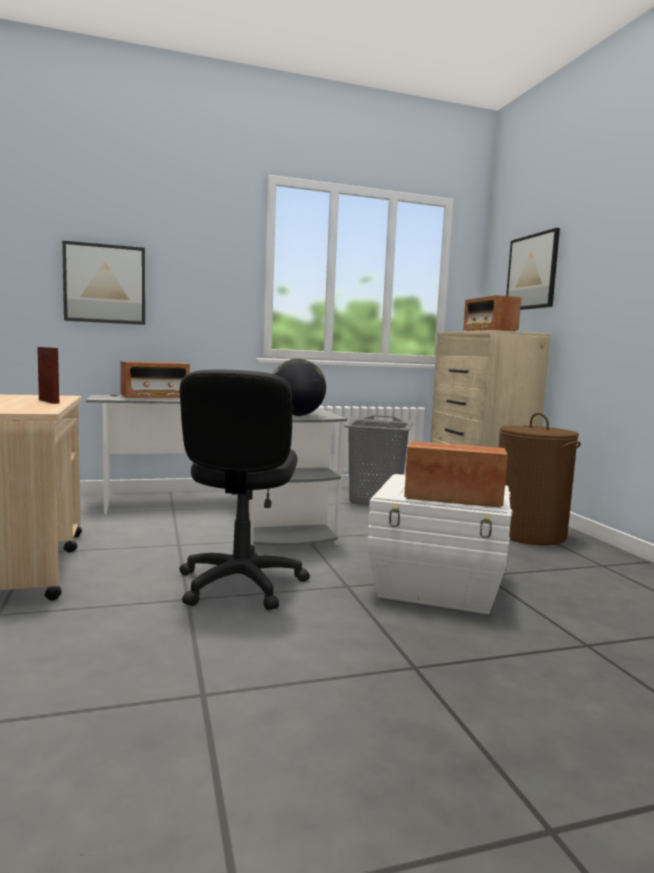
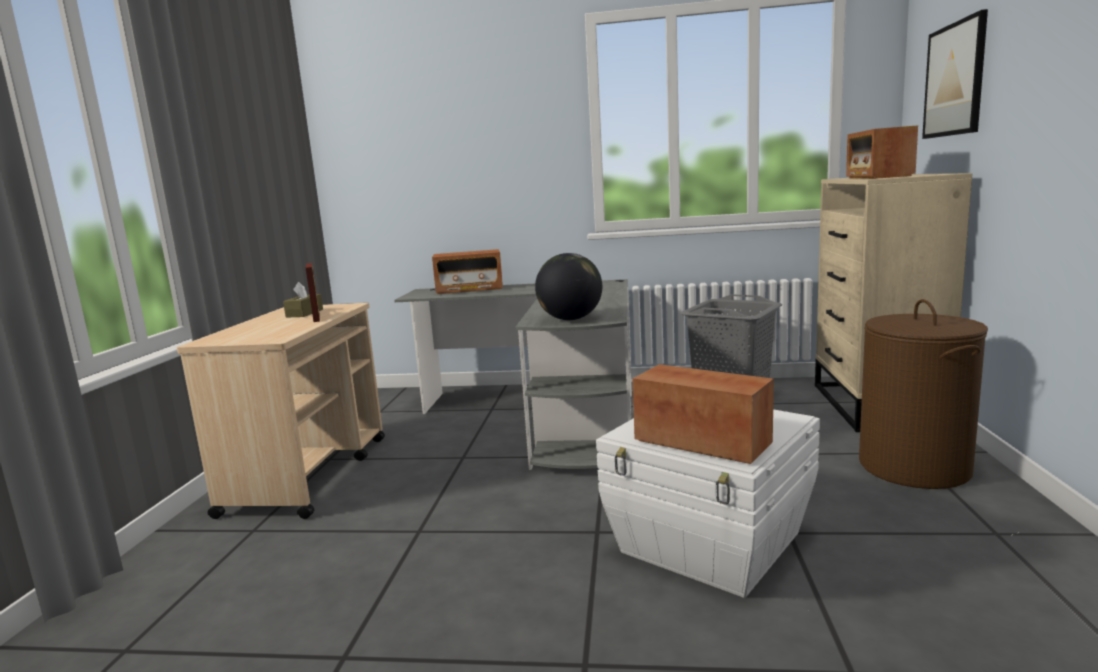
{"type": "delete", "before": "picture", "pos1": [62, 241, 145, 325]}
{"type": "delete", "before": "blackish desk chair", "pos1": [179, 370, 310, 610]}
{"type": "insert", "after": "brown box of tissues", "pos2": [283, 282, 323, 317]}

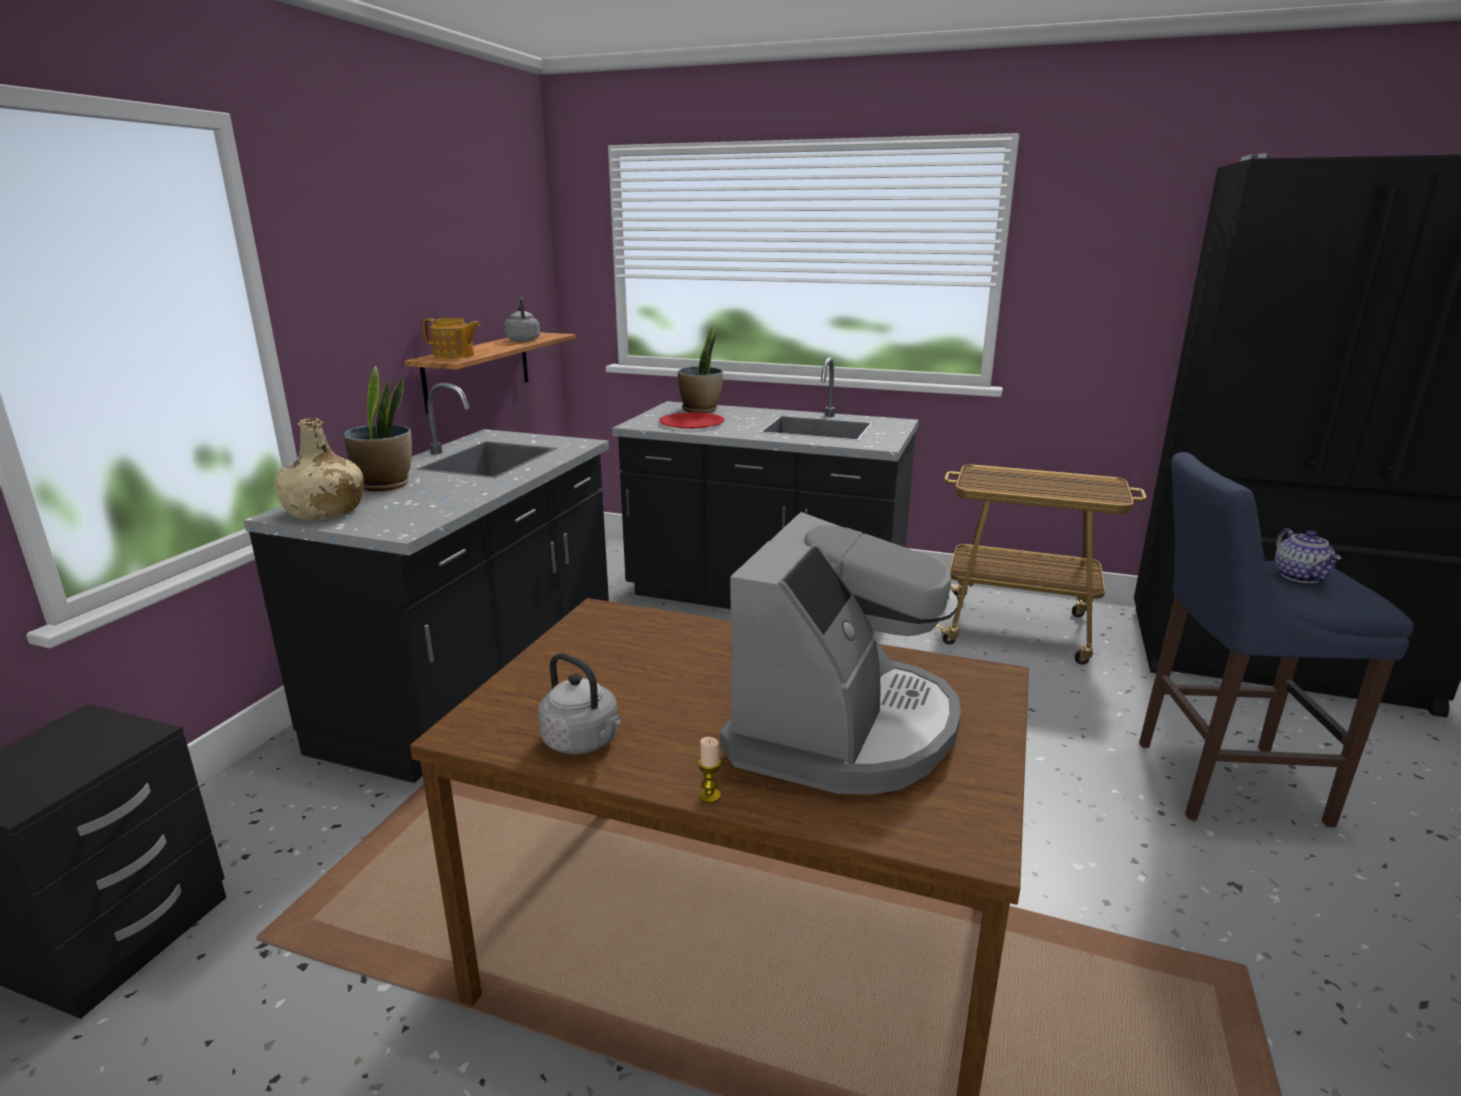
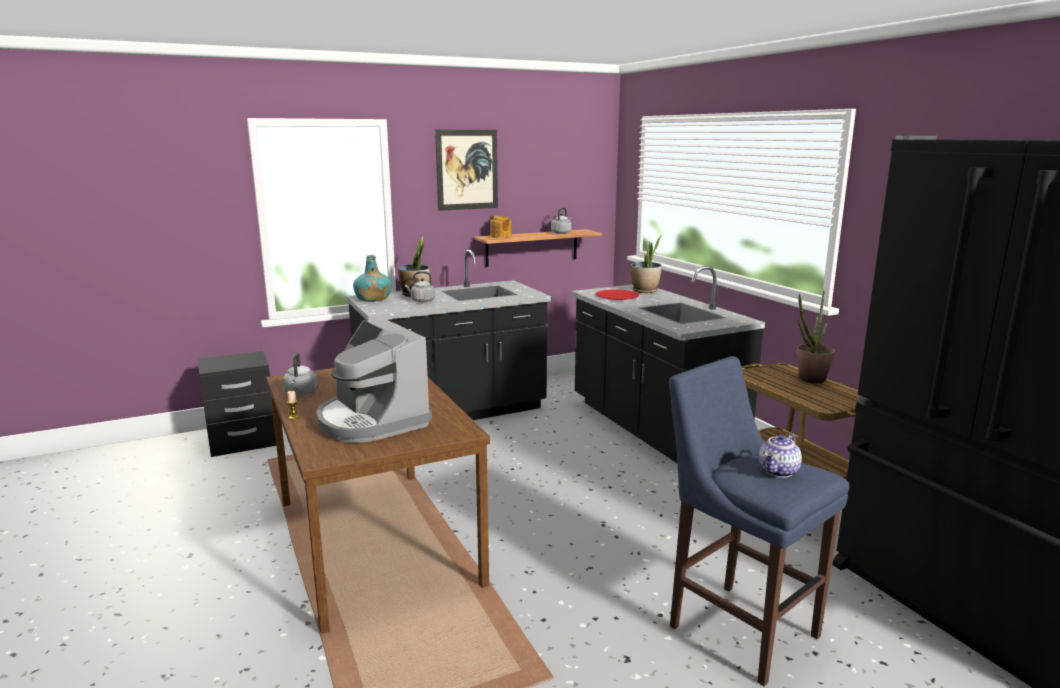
{"type": "recolor", "before": "beige bottle", "after": "turquoise bottle", "pos1": [274, 418, 364, 520], "pos2": [353, 255, 391, 302]}
{"type": "rotate", "before": "coffee machine", "pos1": [720, 512, 961, 795], "pos2": [316, 319, 432, 443], "turn": 75}
{"type": "insert", "after": "gray kettle", "pos2": [405, 271, 435, 302]}
{"type": "insert", "after": "picture", "pos2": [435, 130, 498, 211]}
{"type": "insert", "after": "potted plant", "pos2": [796, 287, 835, 383]}

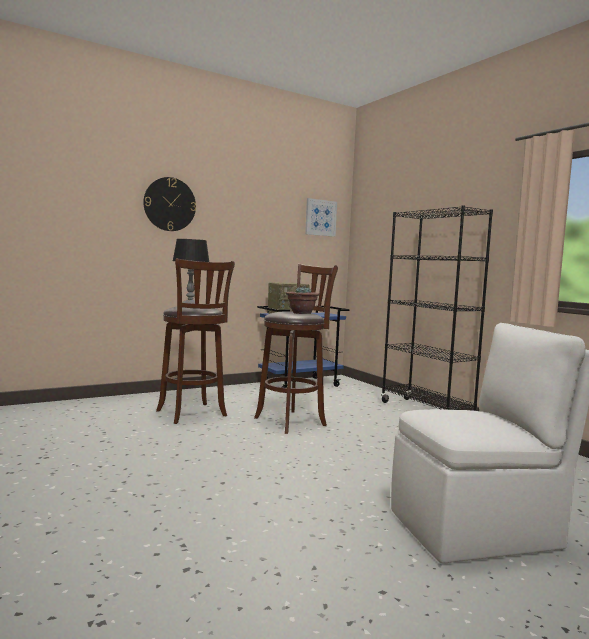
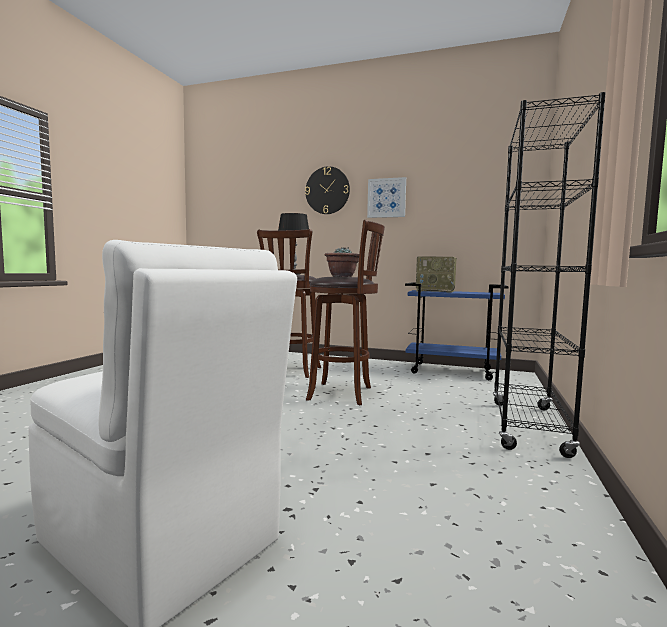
{"type": "move", "before": "picture", "pos1": [305, 198, 337, 237], "pos2": [367, 177, 406, 218]}

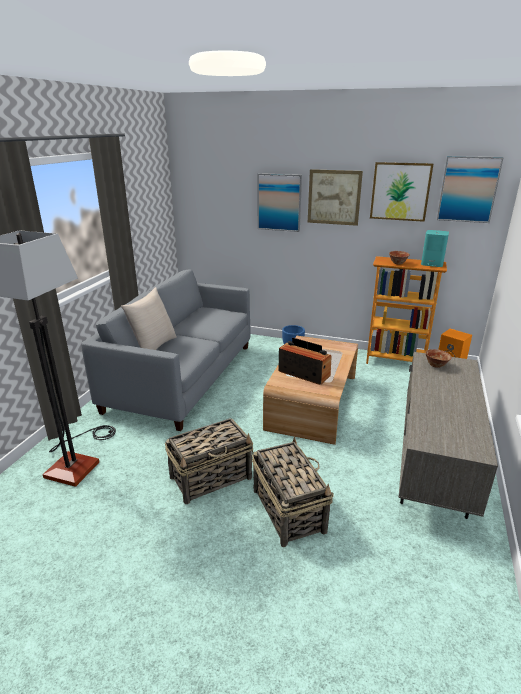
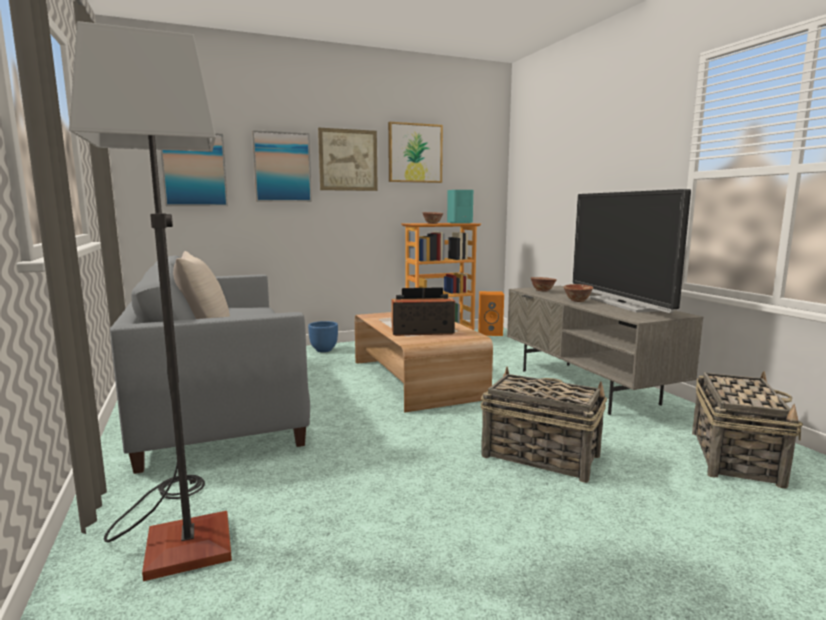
{"type": "move", "before": "household basket", "pos1": [165, 418, 253, 504], "pos2": [692, 371, 803, 489]}
{"type": "move", "before": "picture", "pos1": [437, 156, 504, 223], "pos2": [161, 133, 228, 206]}
{"type": "insert", "after": "bowl", "pos2": [563, 284, 593, 302]}
{"type": "insert", "after": "TV set", "pos2": [573, 189, 691, 313]}

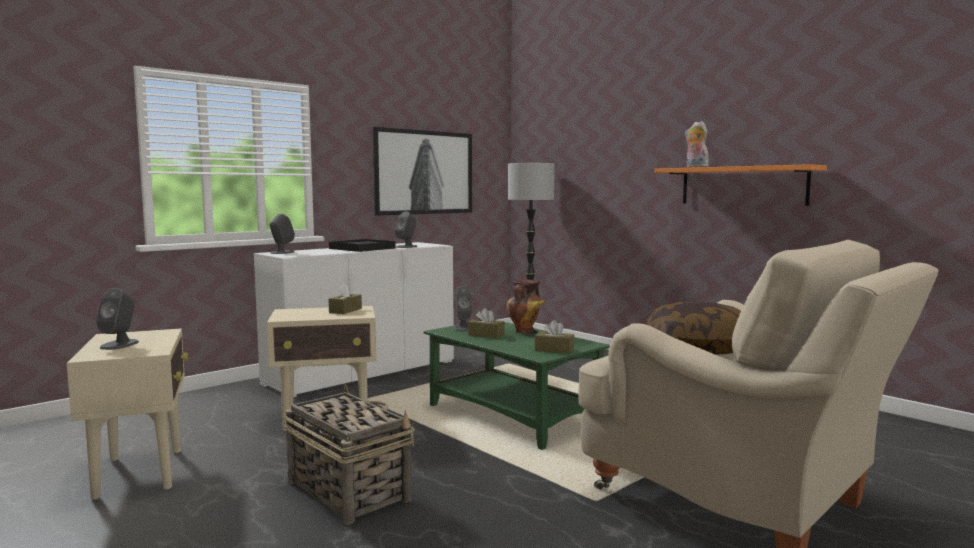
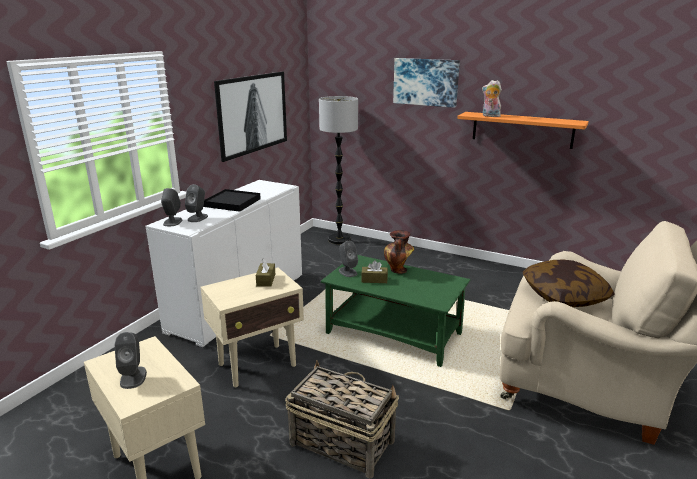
{"type": "move", "before": "gray loudspeaker", "pos1": [394, 211, 418, 248], "pos2": [185, 184, 208, 222]}
{"type": "delete", "before": "brown box of tissues", "pos1": [535, 320, 574, 354]}
{"type": "insert", "after": "picture", "pos2": [393, 58, 460, 108]}

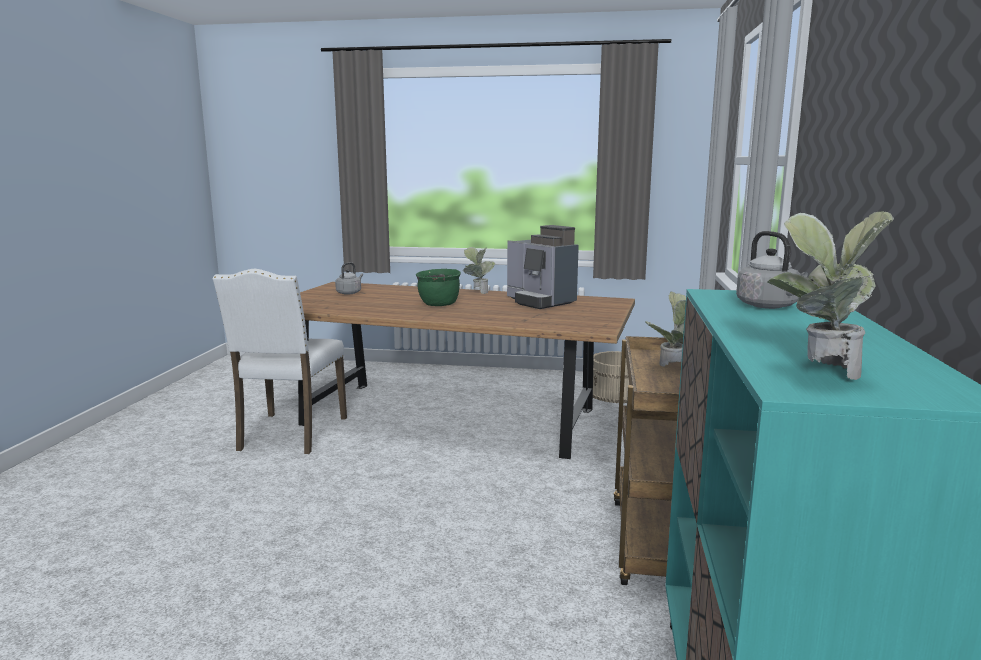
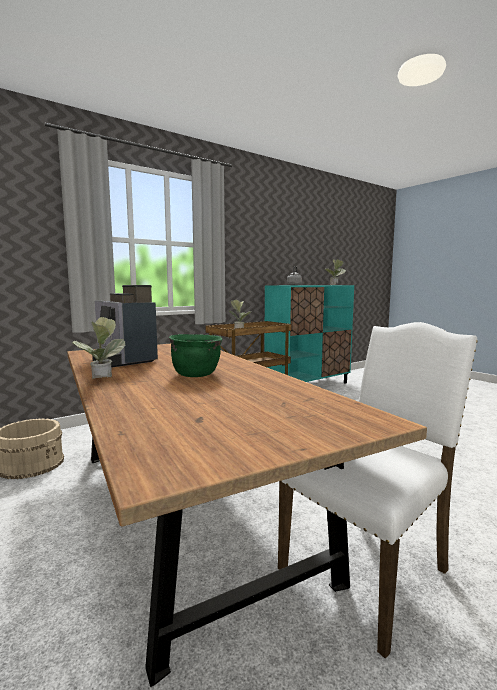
{"type": "delete", "before": "gray kettle", "pos1": [335, 262, 363, 295]}
{"type": "rotate", "before": "coffee machine", "pos1": [507, 225, 579, 309], "pos2": [92, 285, 158, 367], "turn": 135}

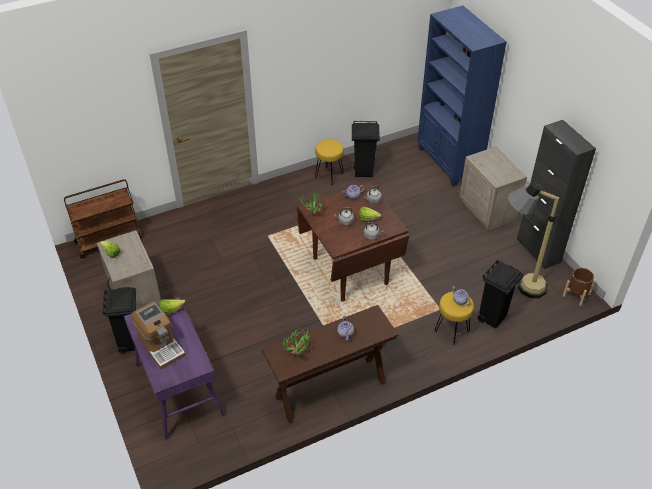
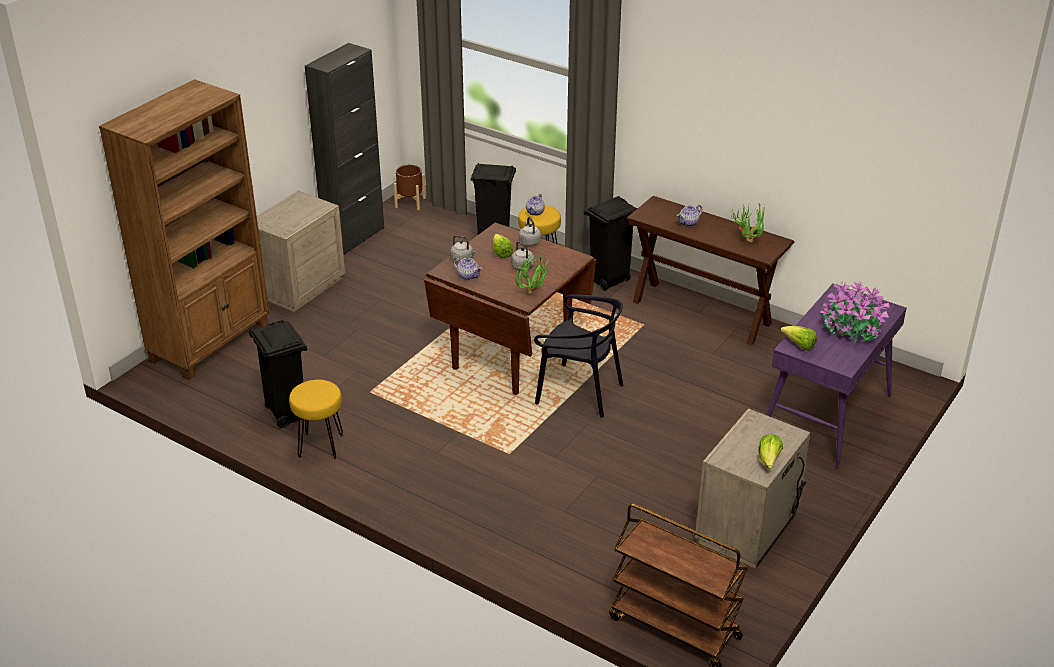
{"type": "move", "before": "blackish rubbish bin", "pos1": [102, 287, 136, 353], "pos2": [584, 196, 638, 291]}
{"type": "replace", "before": "coffee machine", "after": "potted plant", "pos1": [132, 301, 186, 369], "pos2": [821, 280, 890, 344]}
{"type": "recolor", "before": "blue bookcase", "after": "brown bookcase", "pos1": [417, 5, 507, 187], "pos2": [99, 79, 270, 380]}
{"type": "delete", "before": "standing lamp", "pos1": [508, 181, 559, 298]}
{"type": "insert", "after": "blackish plain chair", "pos2": [534, 294, 623, 418]}

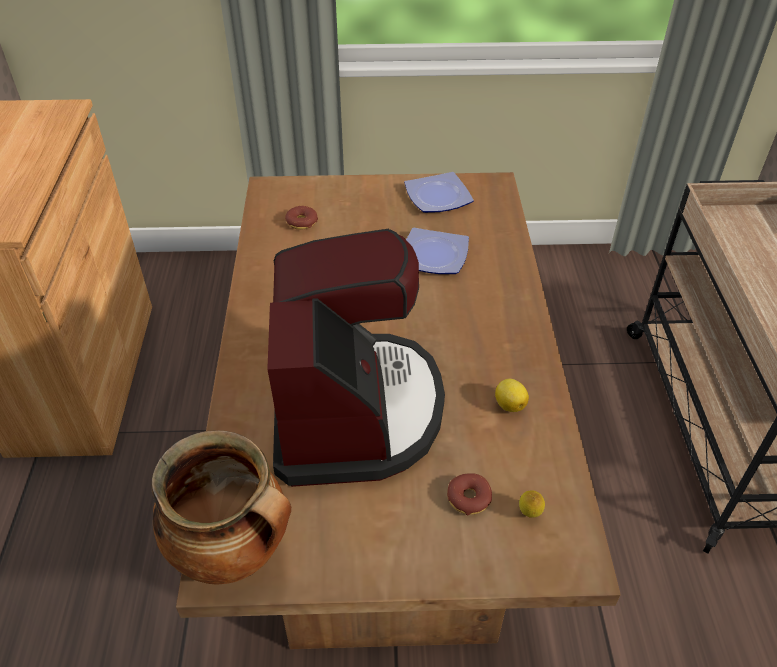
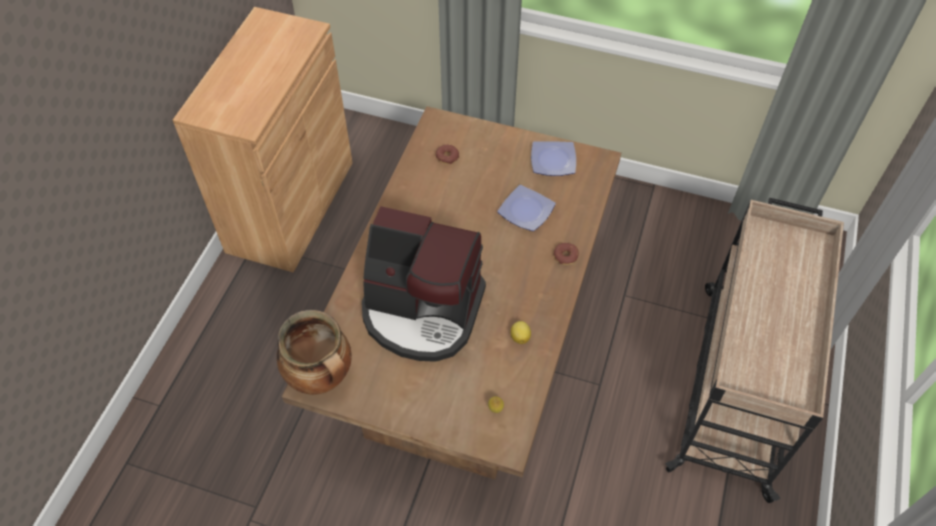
{"type": "rotate", "before": "coffee machine", "pos1": [267, 229, 445, 487], "pos2": [362, 206, 486, 362], "turn": 90}
{"type": "move", "before": "ring doughnut", "pos1": [447, 474, 492, 515], "pos2": [553, 243, 579, 265]}

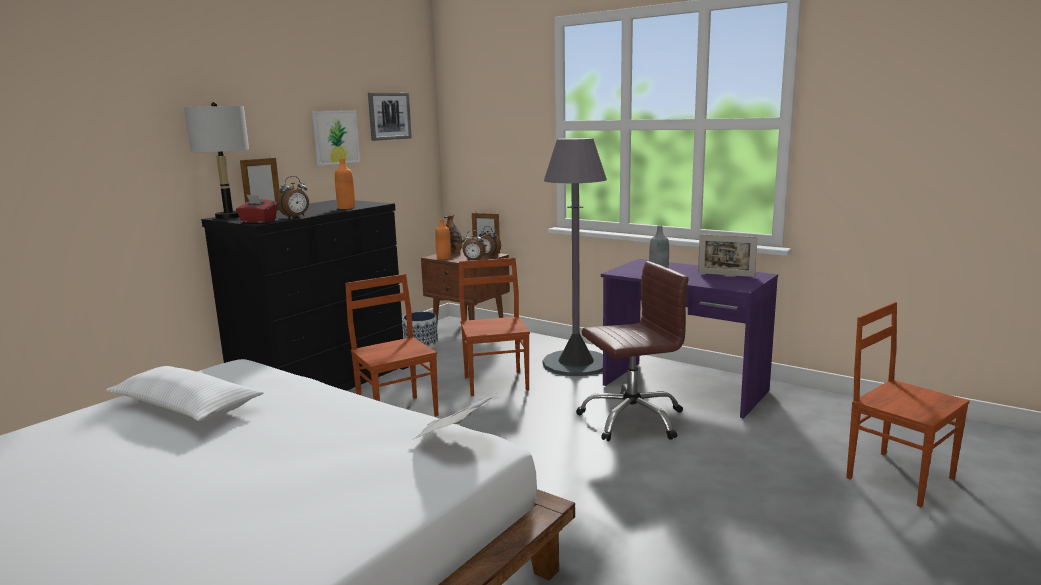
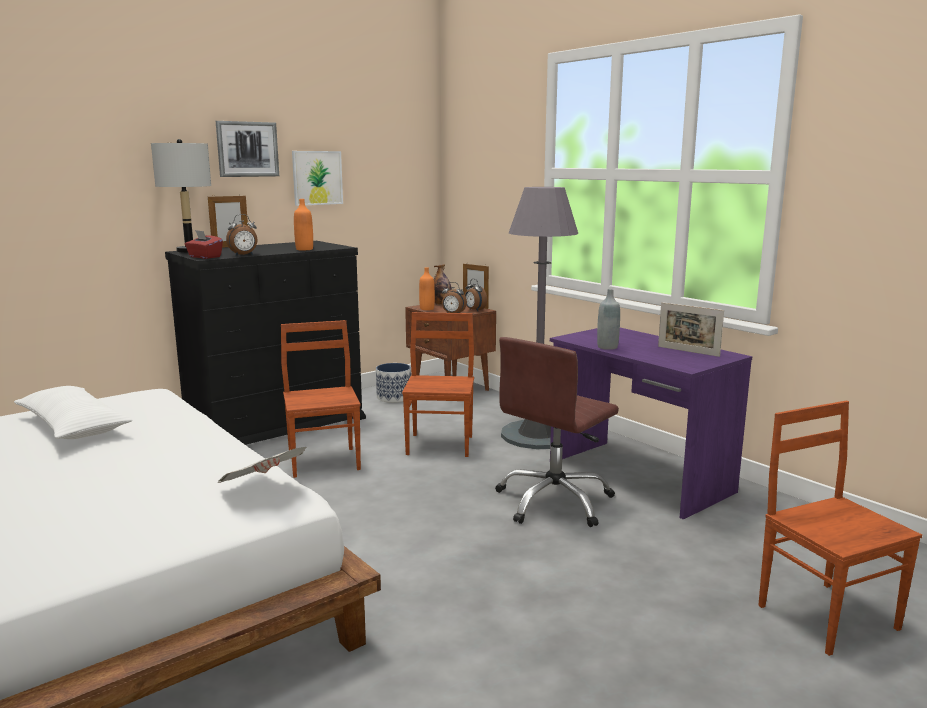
{"type": "move", "before": "picture", "pos1": [368, 93, 412, 141], "pos2": [216, 121, 279, 177]}
{"type": "rotate", "before": "brown desk chair", "pos1": [576, 261, 689, 441], "pos2": [495, 337, 619, 527], "turn": 135}

